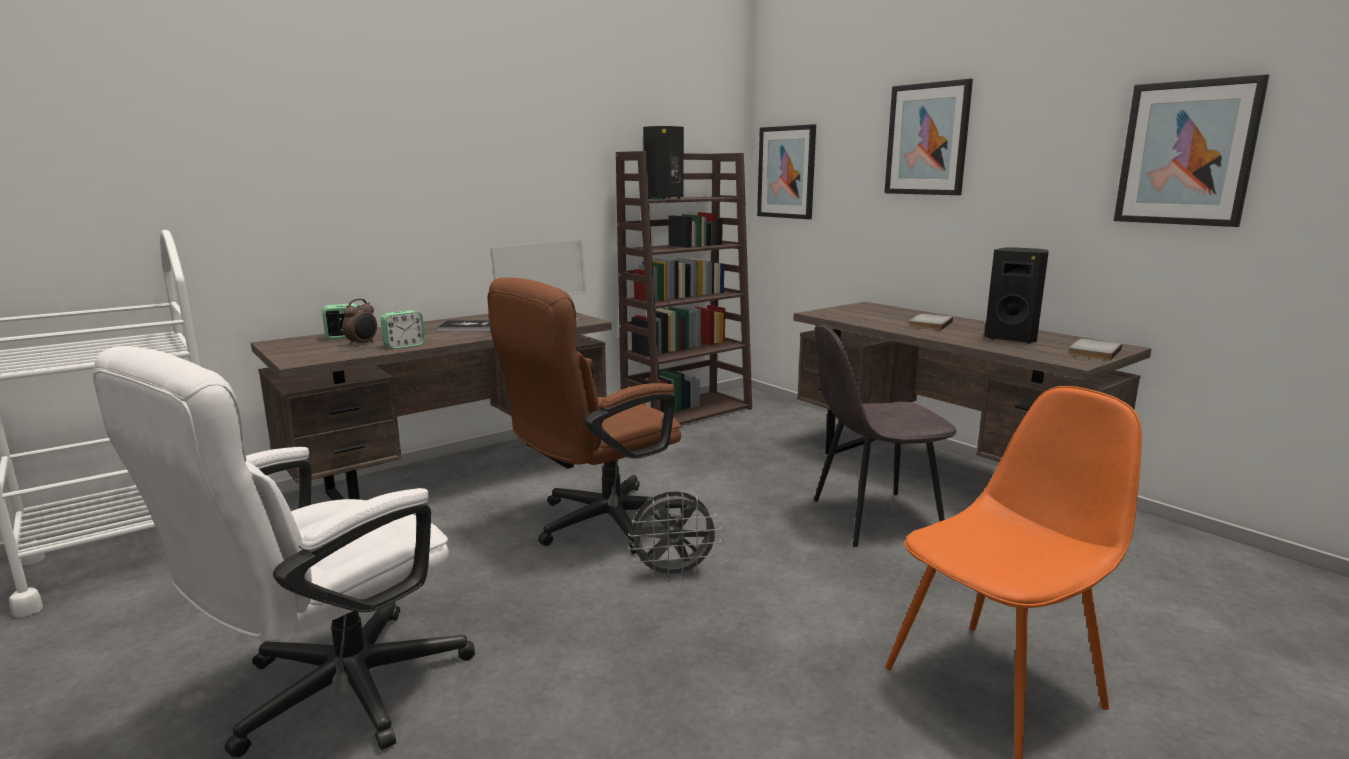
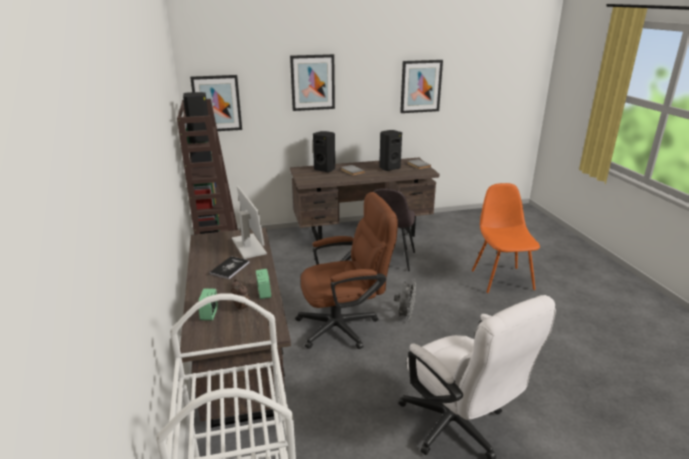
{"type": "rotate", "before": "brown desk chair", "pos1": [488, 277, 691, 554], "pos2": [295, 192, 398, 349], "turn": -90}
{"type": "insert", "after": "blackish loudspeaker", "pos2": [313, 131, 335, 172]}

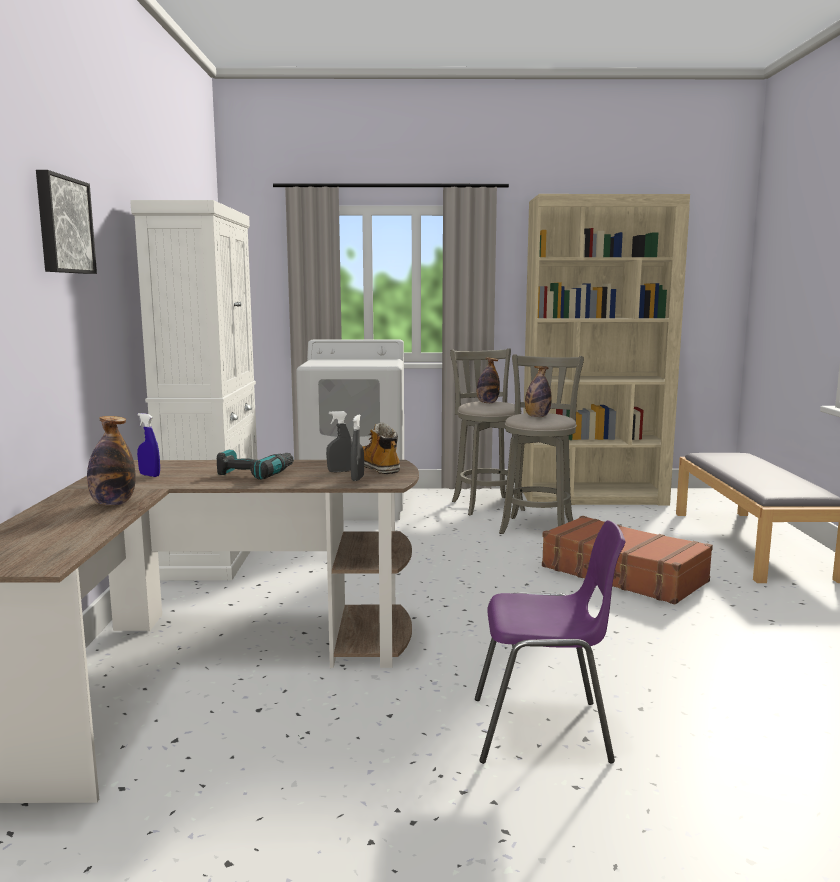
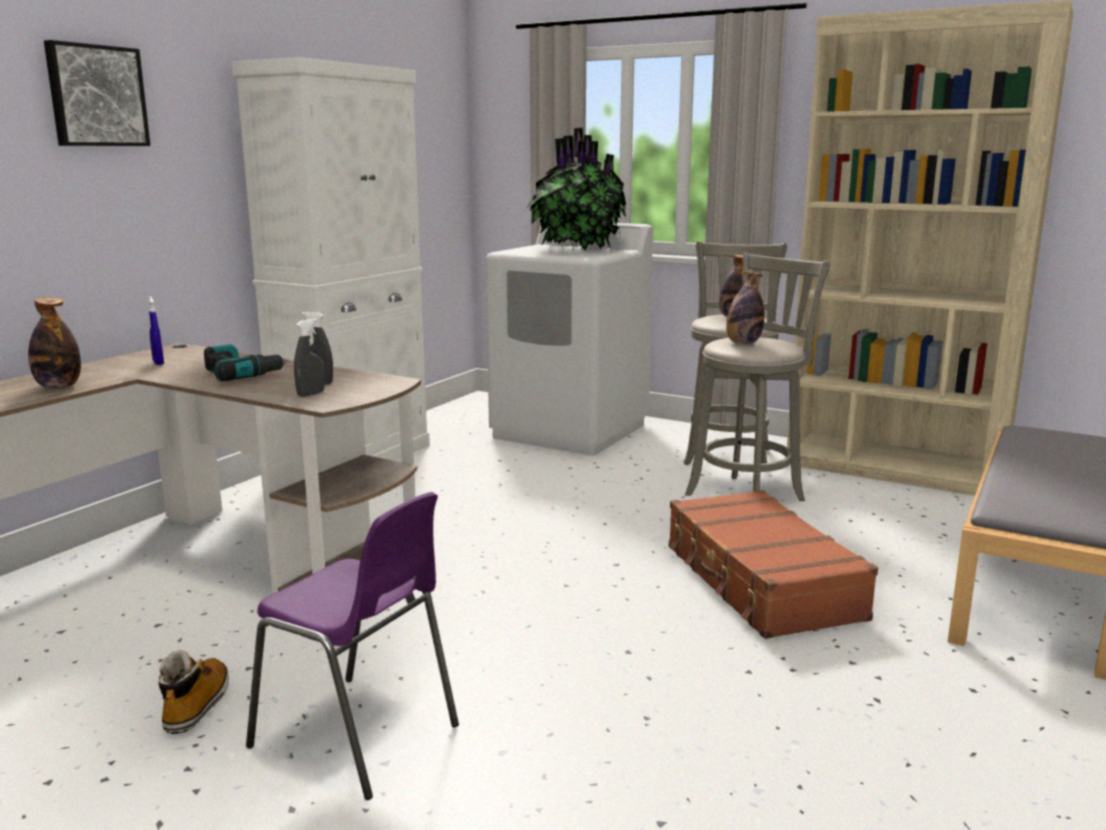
{"type": "move", "before": "boot", "pos1": [362, 422, 400, 474], "pos2": [159, 650, 229, 734]}
{"type": "insert", "after": "potted plant", "pos2": [526, 128, 626, 251]}

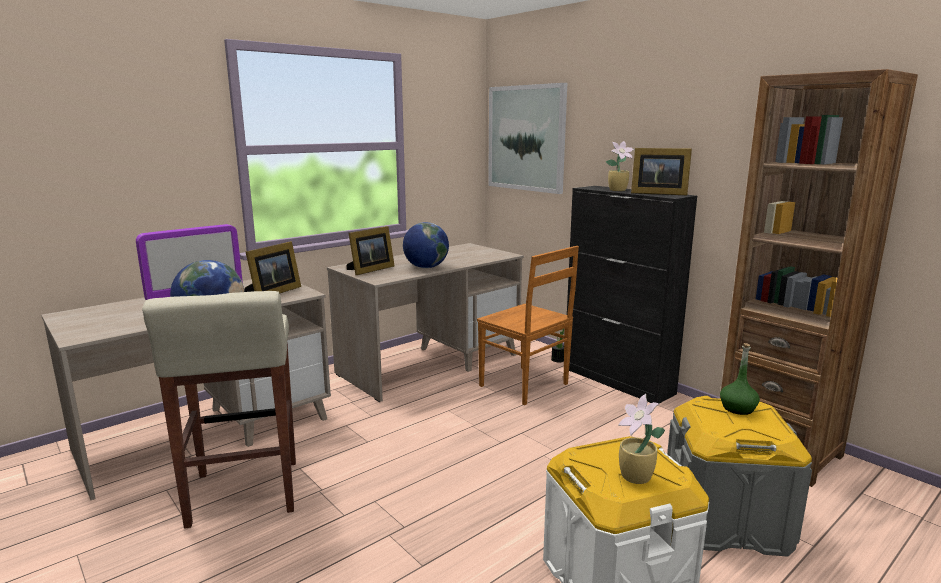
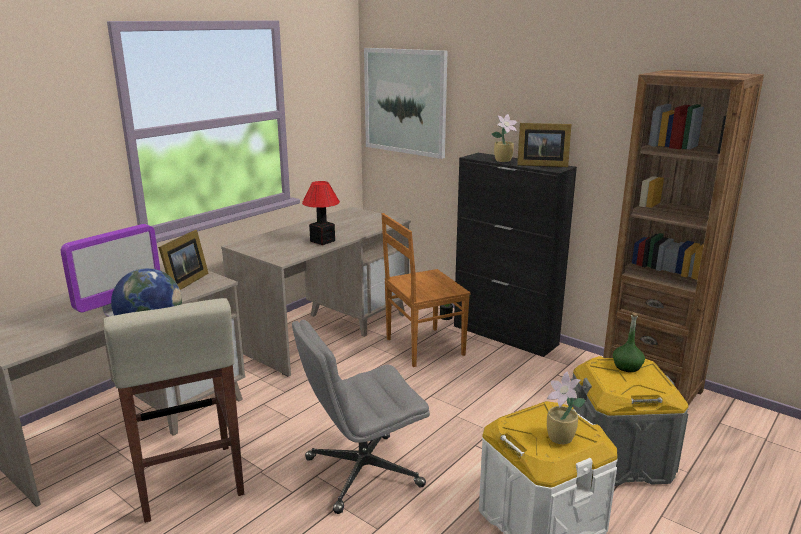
{"type": "delete", "before": "picture frame", "pos1": [347, 226, 395, 275]}
{"type": "replace", "before": "globe", "after": "lamp for a table", "pos1": [403, 222, 449, 268], "pos2": [302, 181, 340, 245]}
{"type": "rotate", "before": "brown plain chair", "pos1": [477, 246, 579, 405], "pos2": [382, 213, 470, 367], "turn": 120}
{"type": "insert", "after": "gray desk chair", "pos2": [292, 320, 430, 514]}

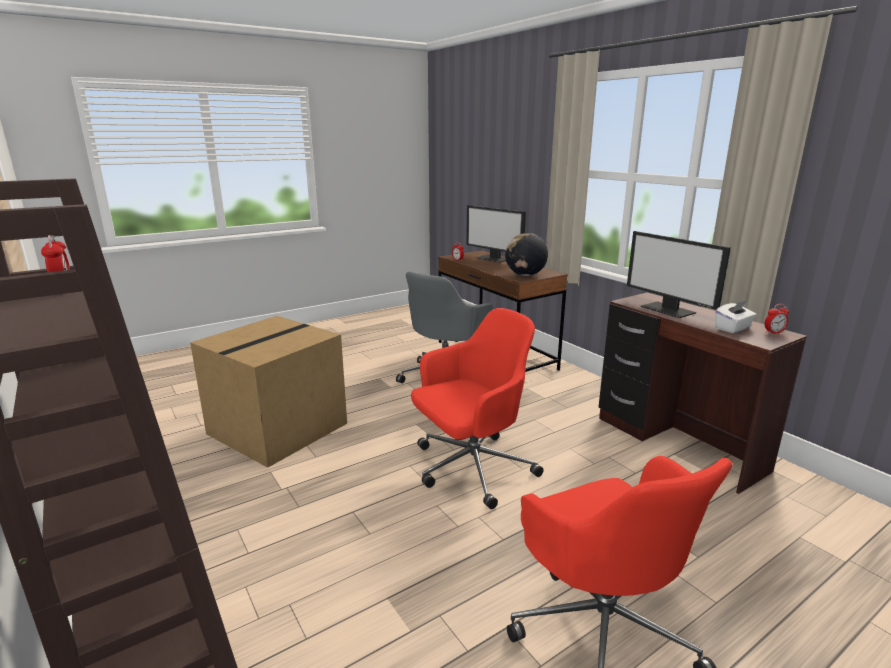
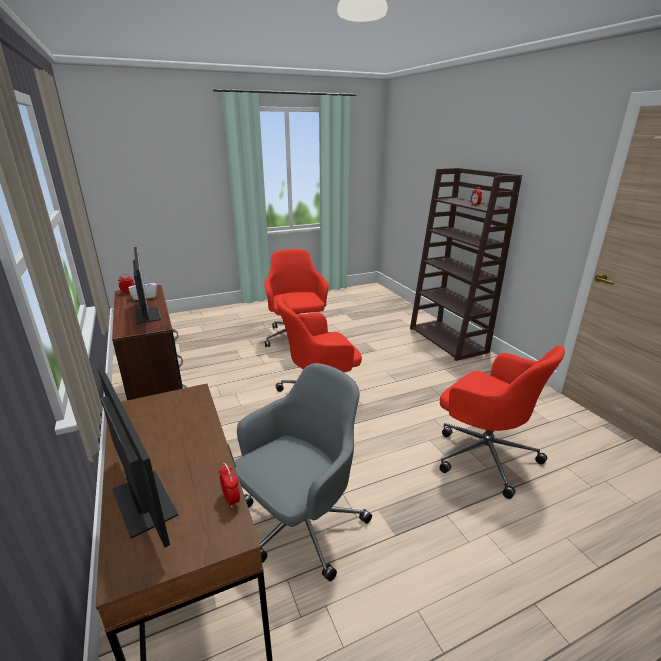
{"type": "replace", "before": "packing box", "after": "reddish desk chair", "pos1": [190, 316, 347, 468], "pos2": [439, 345, 565, 499]}
{"type": "delete", "before": "globe", "pos1": [505, 233, 548, 276]}

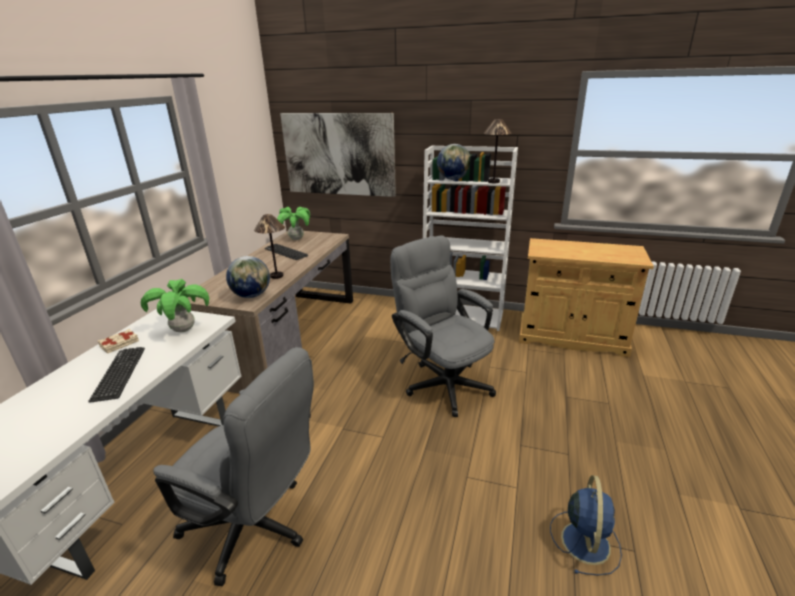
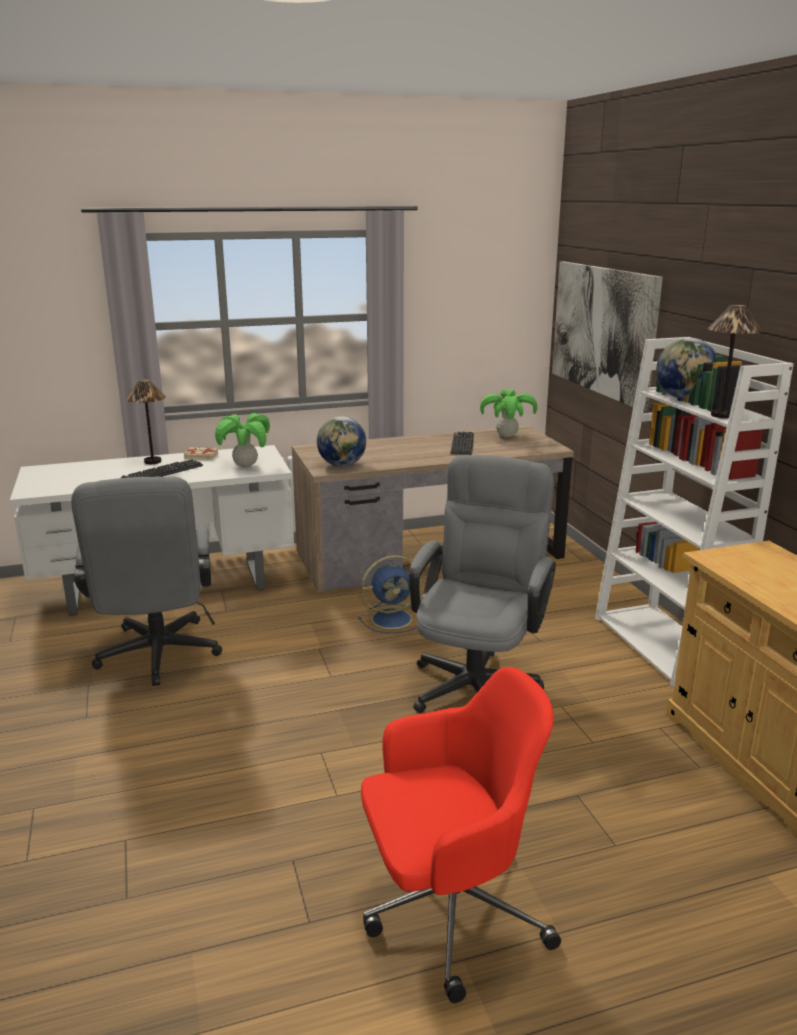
{"type": "move", "before": "lamp for a table", "pos1": [254, 214, 285, 279], "pos2": [126, 379, 166, 464]}
{"type": "move", "before": "blue cooling fan", "pos1": [550, 475, 622, 576], "pos2": [358, 555, 421, 633]}
{"type": "insert", "after": "reddish desk chair", "pos2": [361, 667, 561, 1003]}

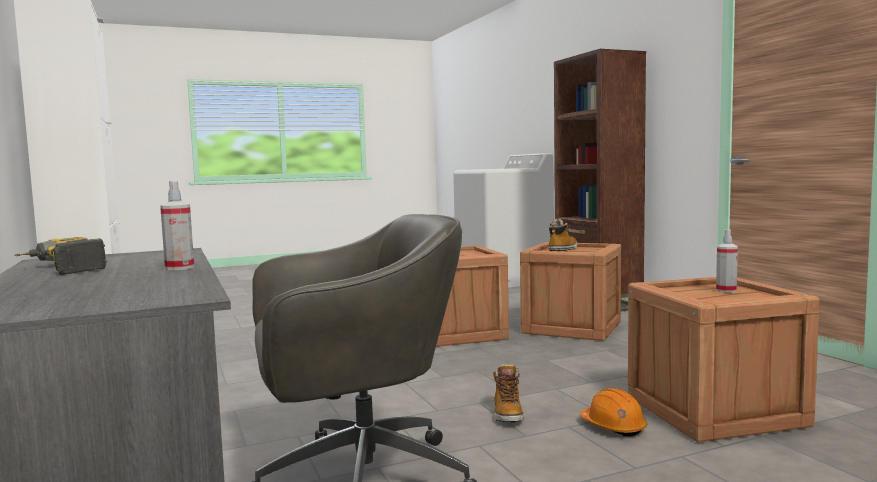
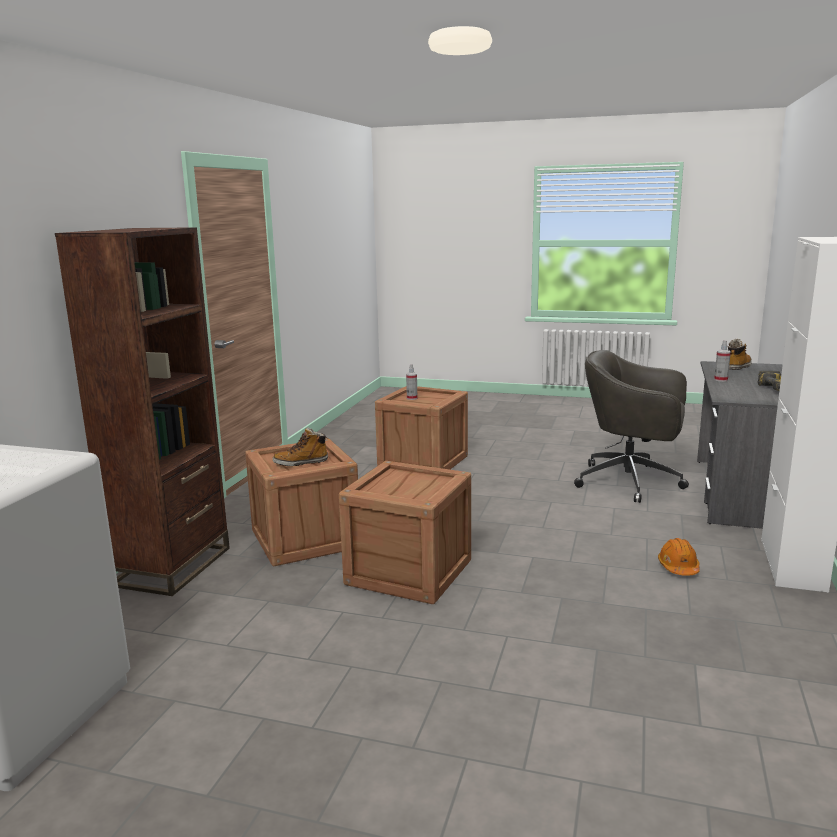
{"type": "move", "before": "boot", "pos1": [493, 364, 524, 423], "pos2": [728, 339, 752, 370]}
{"type": "move", "before": "orangey safety helmet", "pos1": [580, 388, 647, 437], "pos2": [658, 538, 700, 576]}

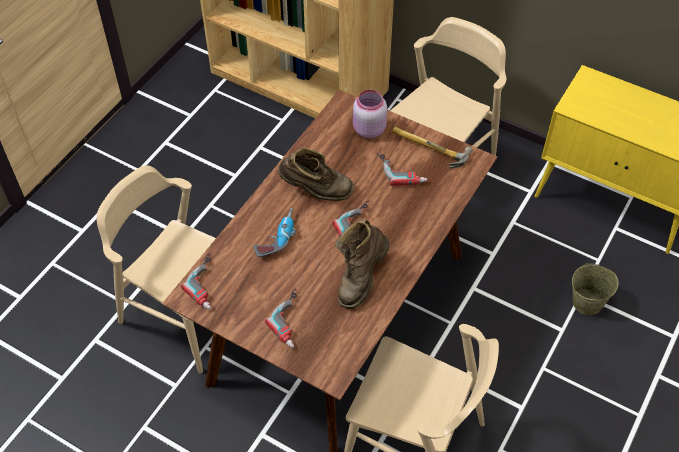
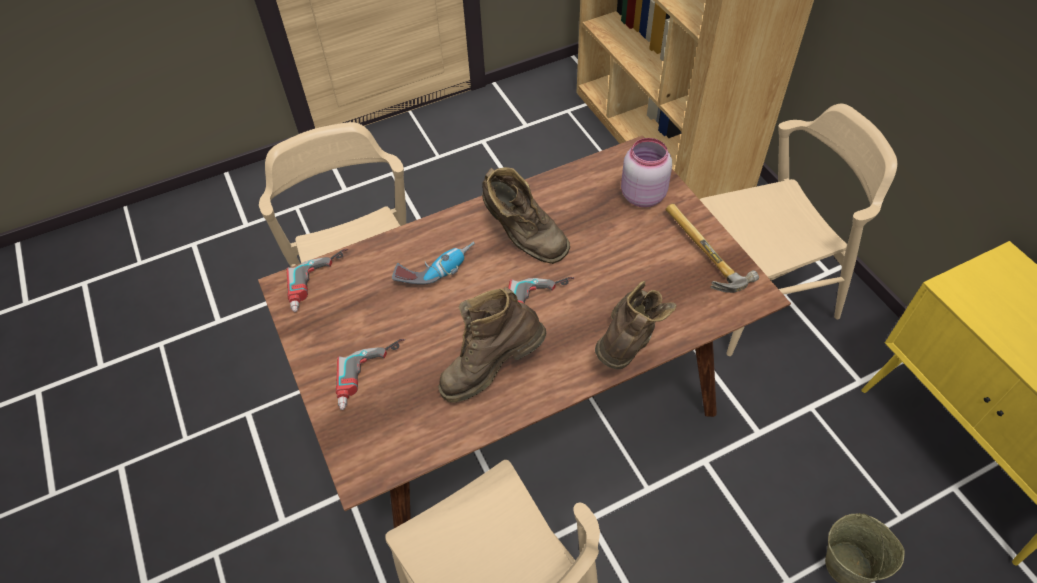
{"type": "delete", "before": "power drill", "pos1": [377, 152, 428, 186]}
{"type": "insert", "after": "brown boot", "pos2": [595, 281, 676, 369]}

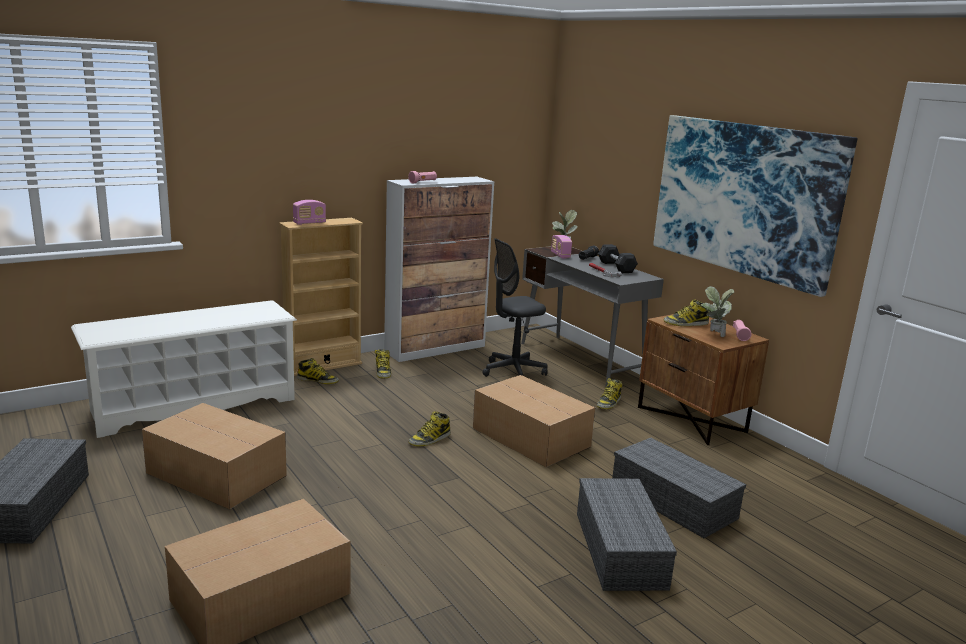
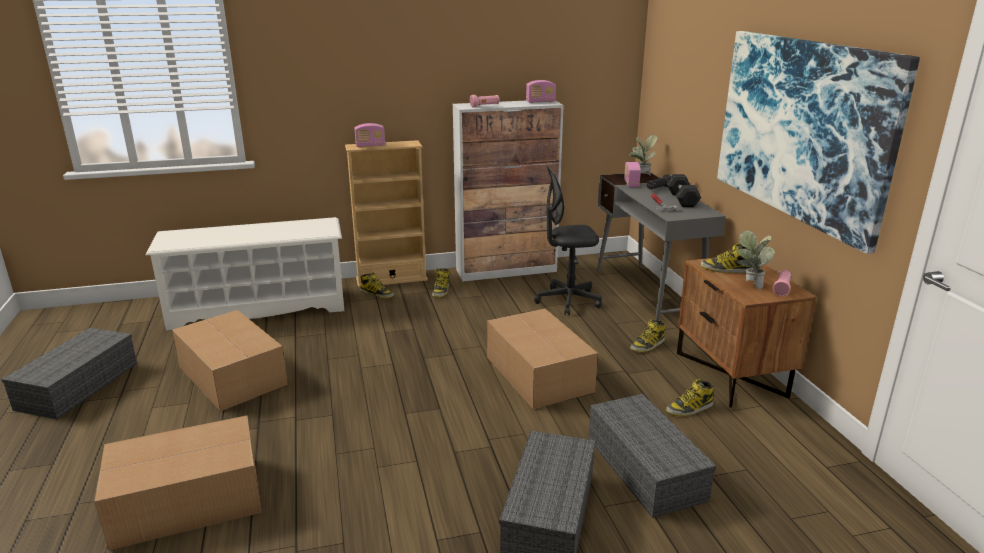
{"type": "move", "before": "boot", "pos1": [409, 411, 451, 446], "pos2": [666, 379, 714, 416]}
{"type": "insert", "after": "radio receiver", "pos2": [526, 80, 556, 103]}

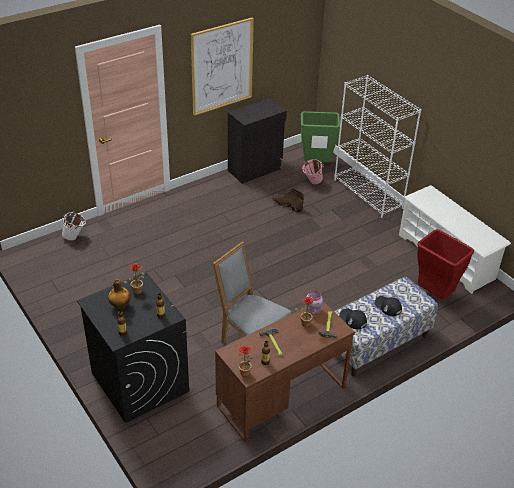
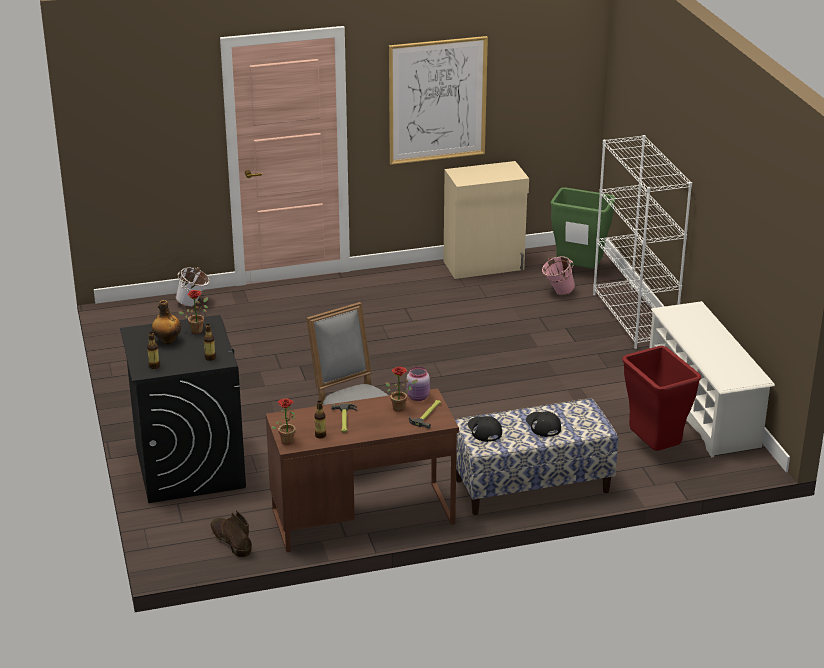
{"type": "recolor", "before": "blackish cupboard", "after": "beige cupboard", "pos1": [228, 98, 287, 184], "pos2": [444, 161, 529, 279]}
{"type": "move", "before": "brown boot", "pos1": [272, 189, 304, 212], "pos2": [211, 511, 252, 558]}

